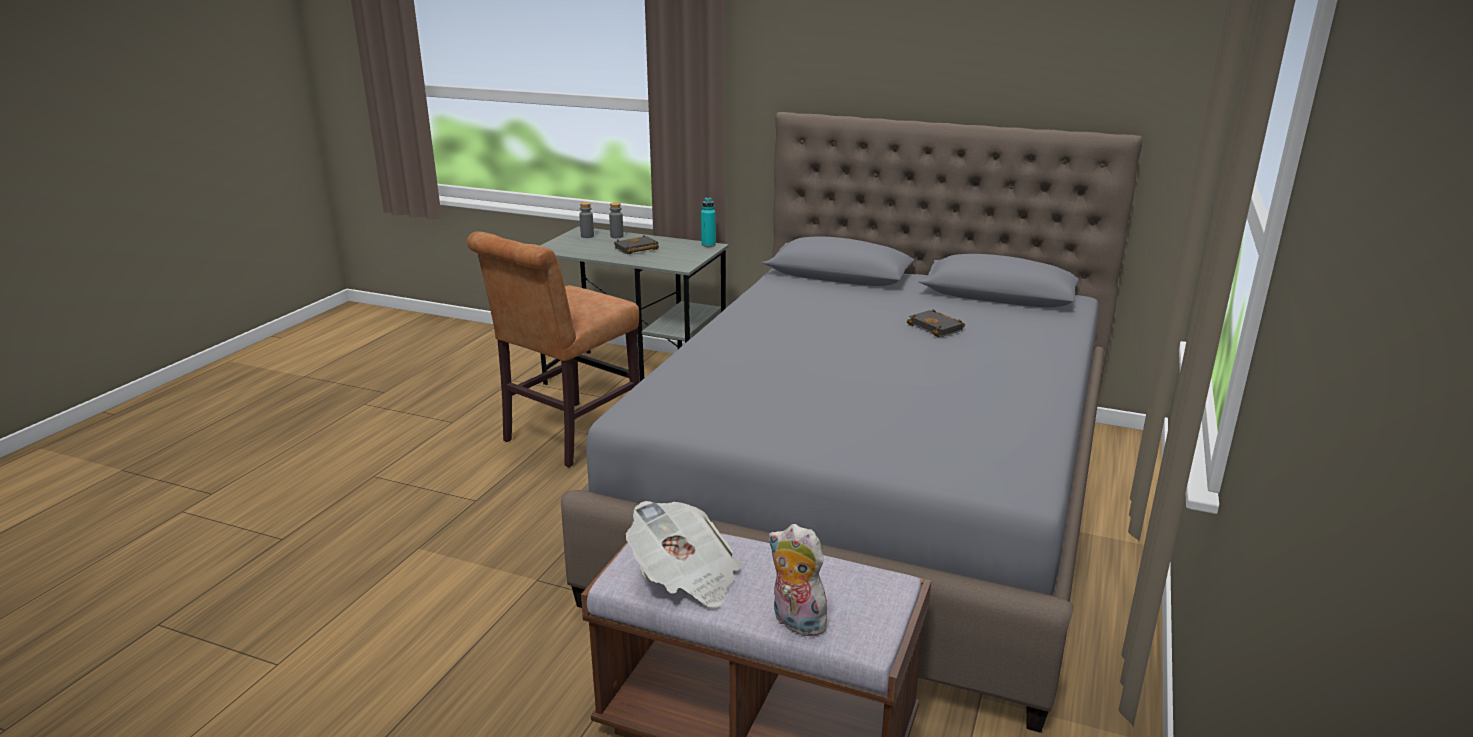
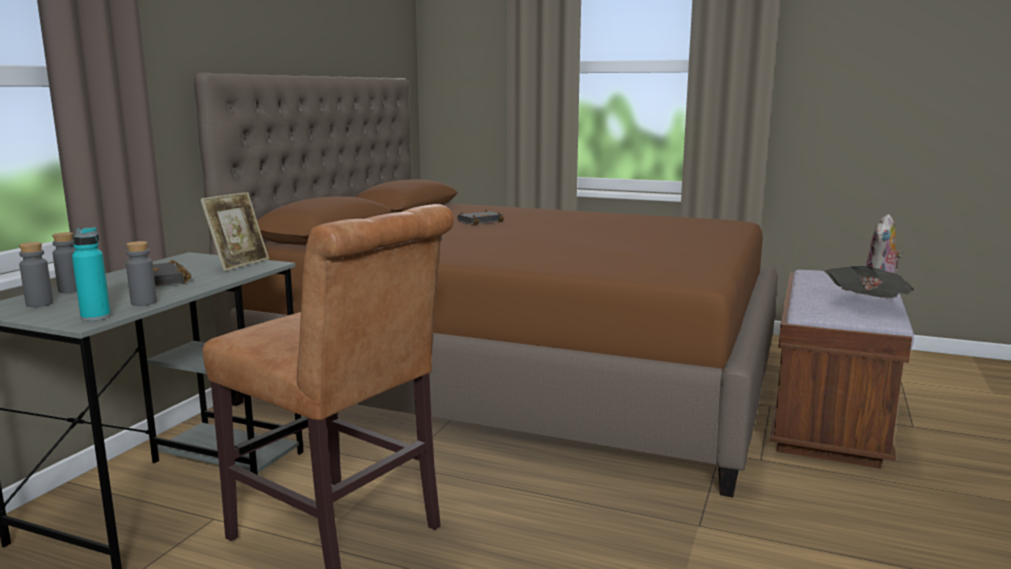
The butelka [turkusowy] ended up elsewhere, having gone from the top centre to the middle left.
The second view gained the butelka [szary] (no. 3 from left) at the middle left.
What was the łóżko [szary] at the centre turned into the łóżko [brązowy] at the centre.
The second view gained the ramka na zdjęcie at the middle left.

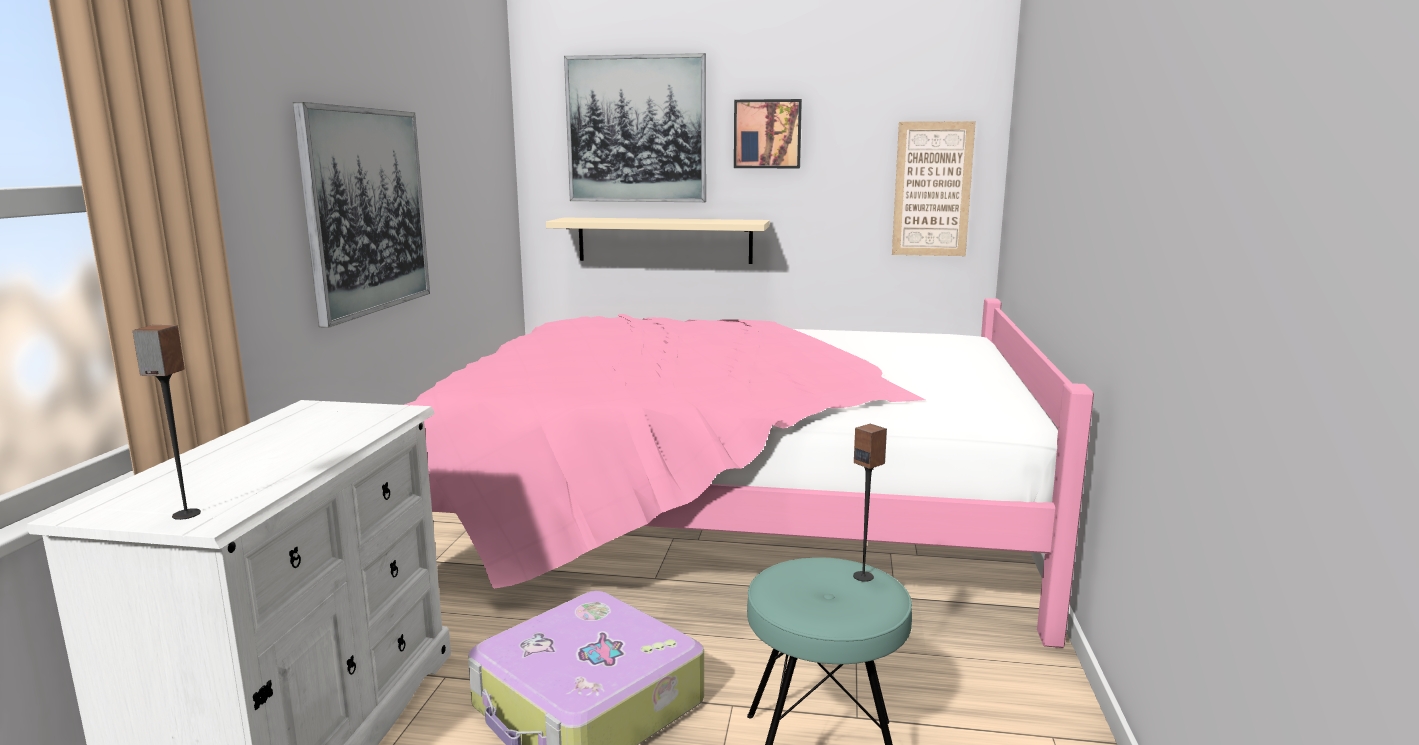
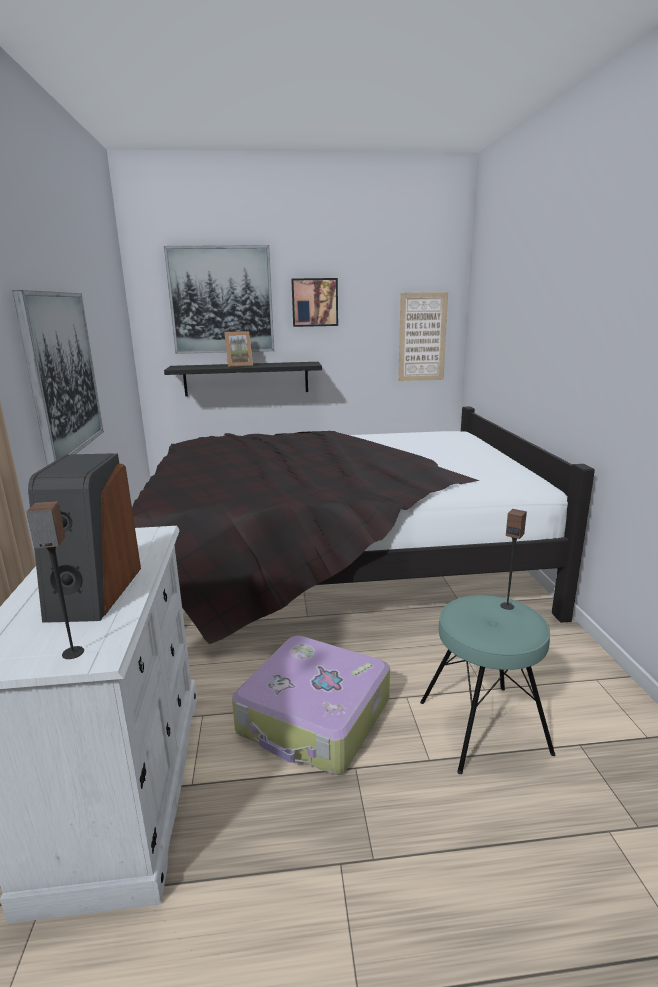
The second view gained the głośnik (no. 2 from left) at the middle left.
What was the łóżko [różowy] at the centre turned into the łóżko [czarny] at the centre.
What was the półka [beżowy] at the top centre turned into the półka [czarny] at the centre.
The second view gained the ramka na zdjęcie at the centre.

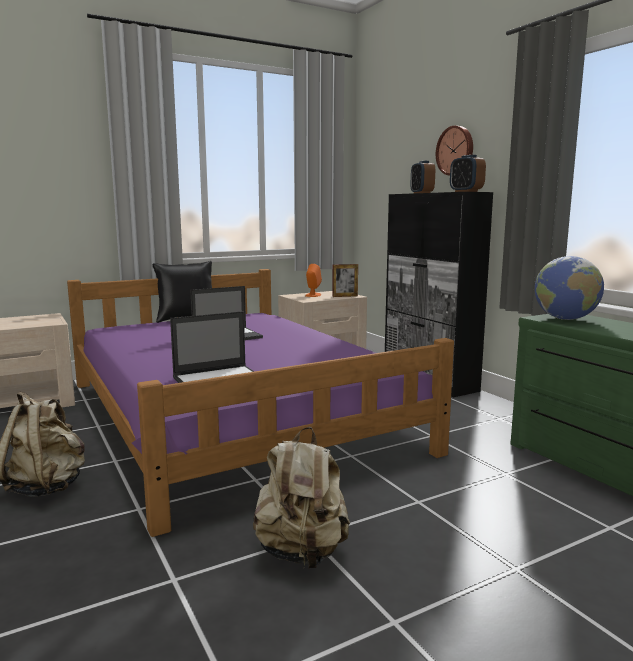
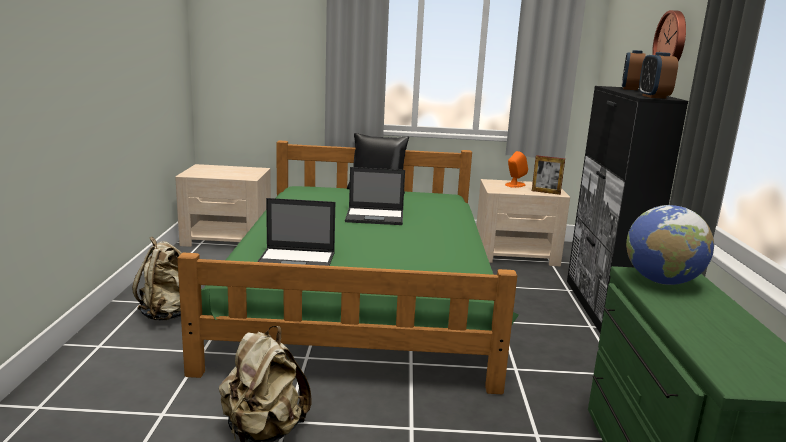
What was the łóżko [fioletowy] at the centre turned into the łóżko [zielony] at the centre.

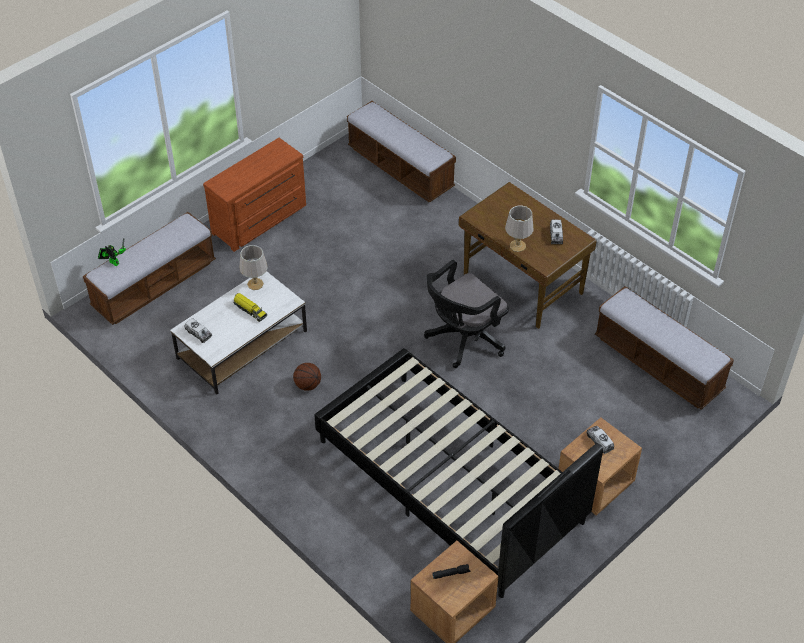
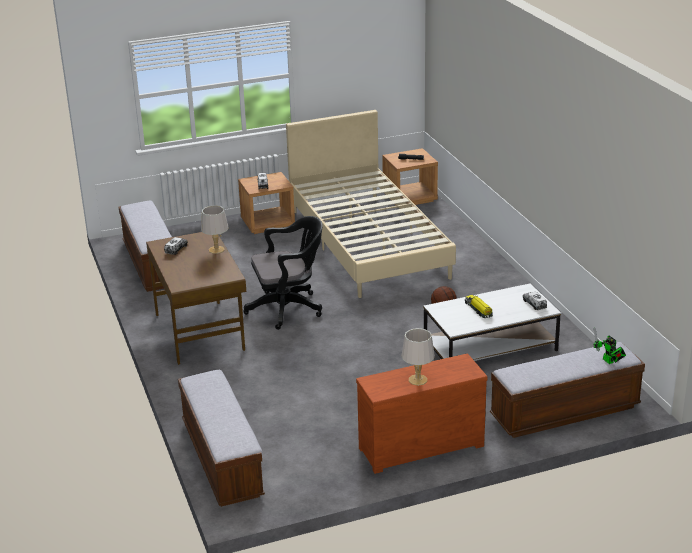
What was the łóżko [czarny] at the bottom centre turned into the łóżko [beżowy] at the centre.
The lampa stołowa [szary] (no. 1 from left in the first image) ended up elsewhere, having gone from the middle left to the centre.

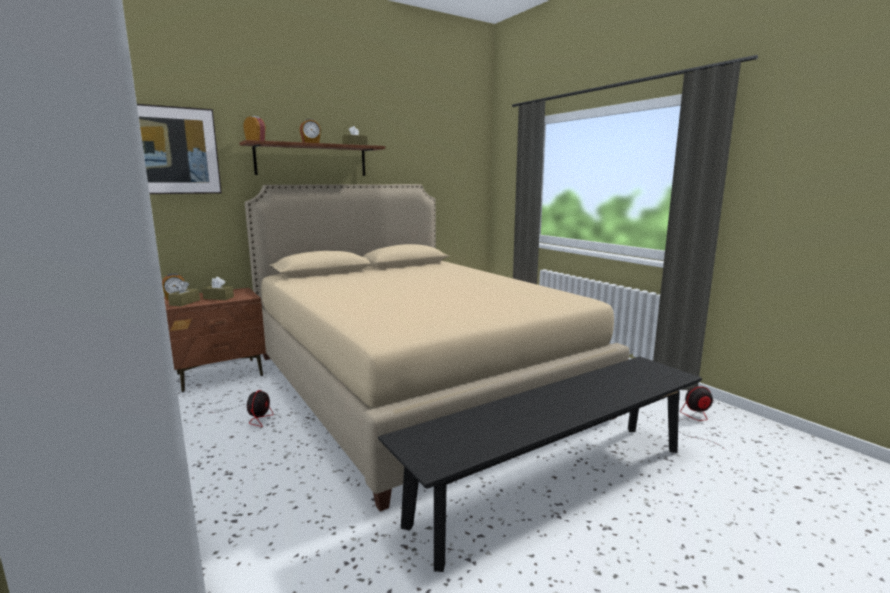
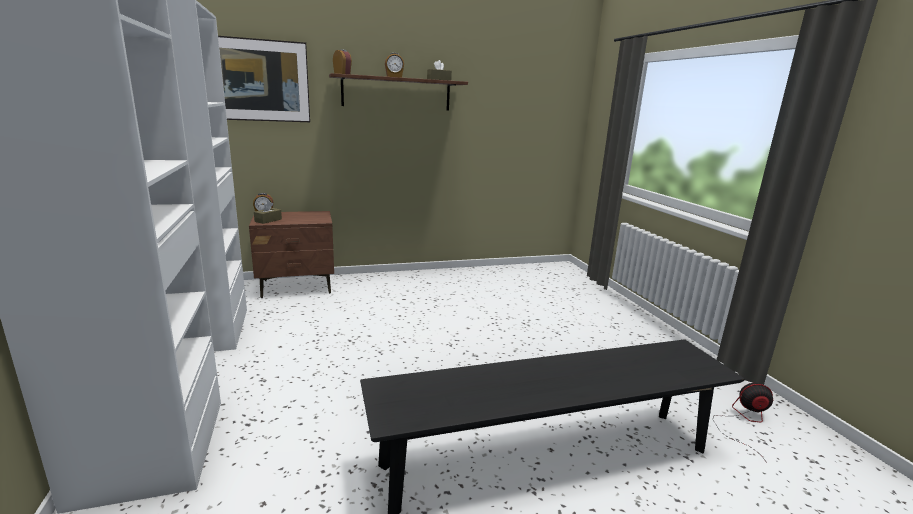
The second view lost the pudełko chusteczek [brązowy] (no. 2 from left) at the middle left.
The second view lost the wentylator (no. 1 from left) at the bottom left.
The second view lost the łóżko [beżowy] at the centre.

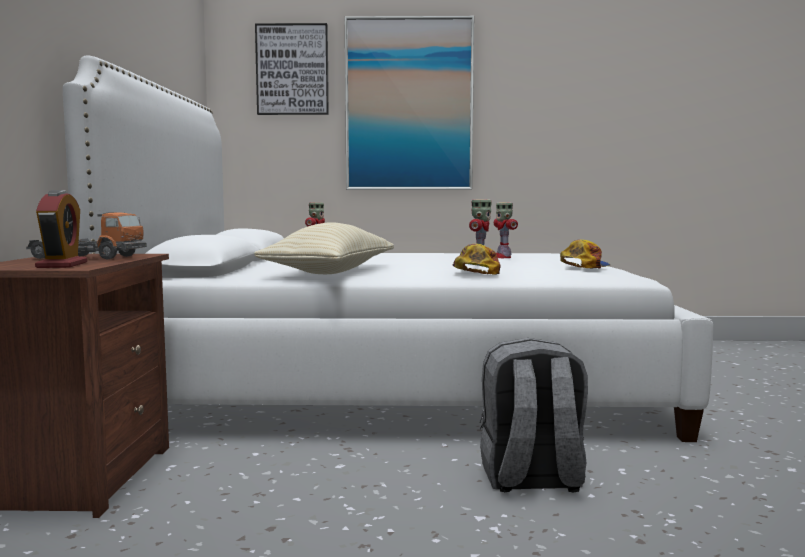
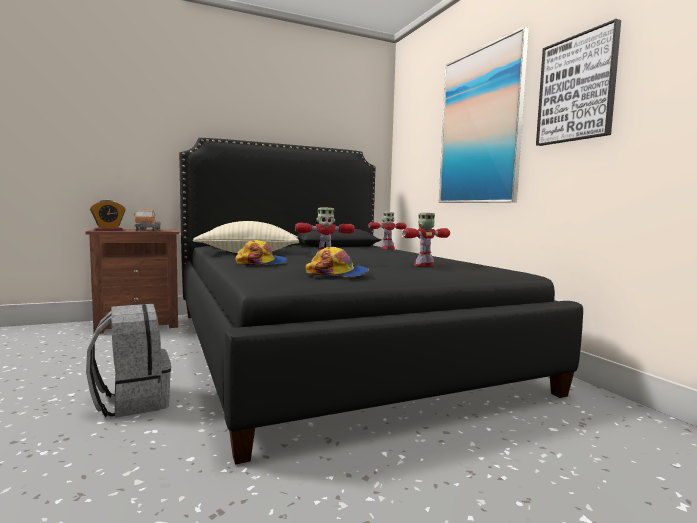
What was the łóżko [biały] at the centre turned into the łóżko [czarny] at the centre.
The obraz (no. 1 from left in the first image) ended up elsewhere, having gone from the top centre to the top right.

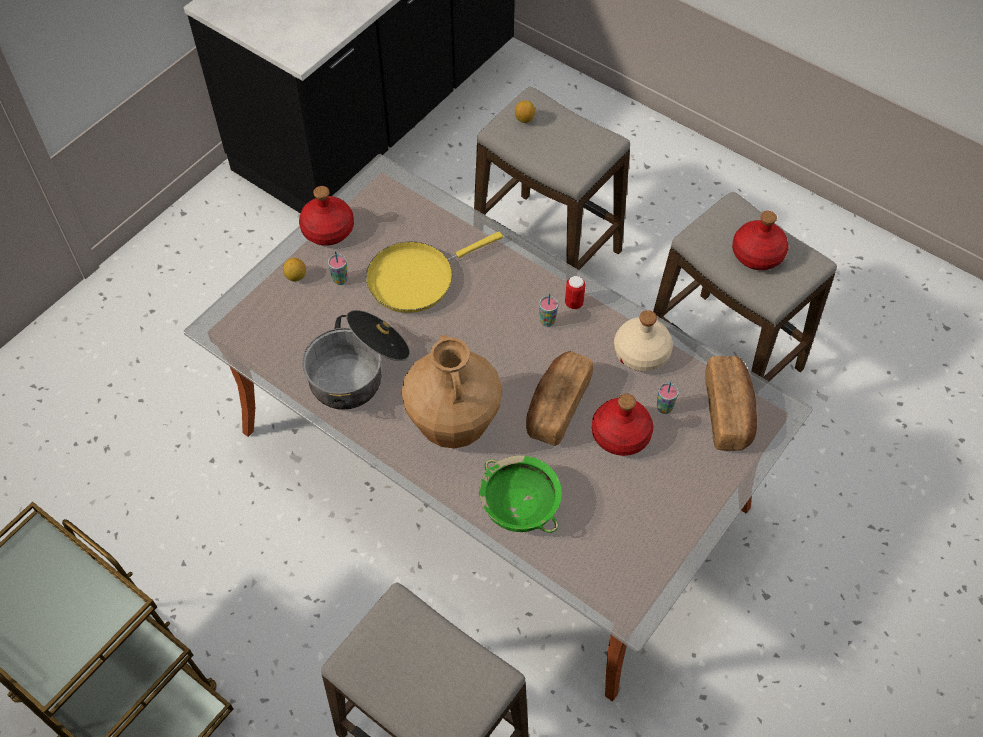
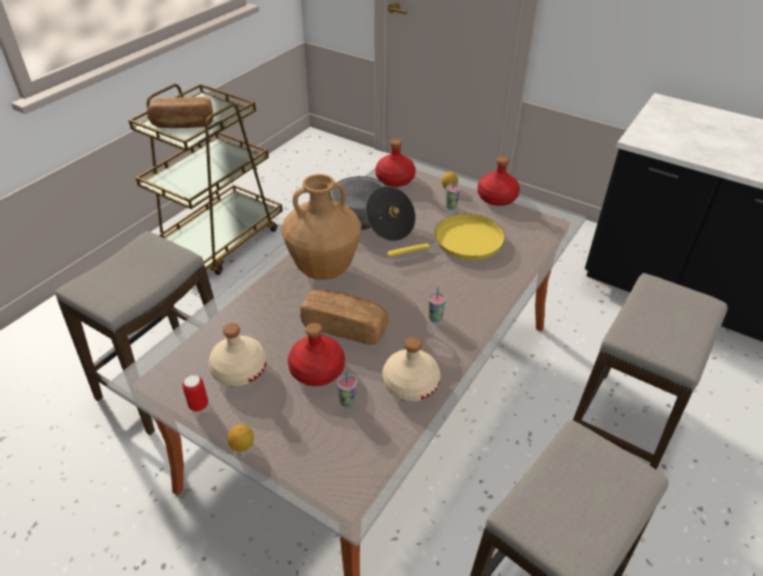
The chleb (no. 2 from left in the first image) ended up elsewhere, having gone from the middle right to the top left.
The puszka ended up elsewhere, having gone from the centre to the bottom left.
The second view gained the butelka [beżowy] (no. 1 from left) at the middle left.
The cytryna (no. 2 from left in the first image) ended up elsewhere, having gone from the top centre to the bottom left.
The butelka [czerwony] (no. 3 from left in the first image) ended up elsewhere, having gone from the top right to the top centre.
The patelnia [żółty] at the centre ended up facing another way, 105 degrees clockwise from before.
The second view lost the miska [zielony] at the bottom centre.

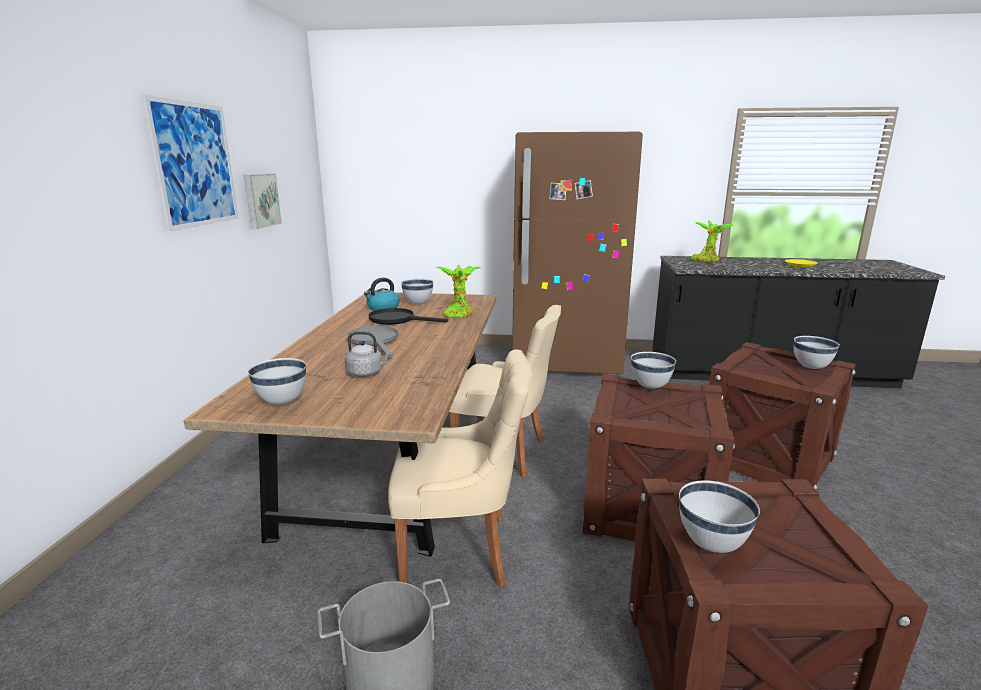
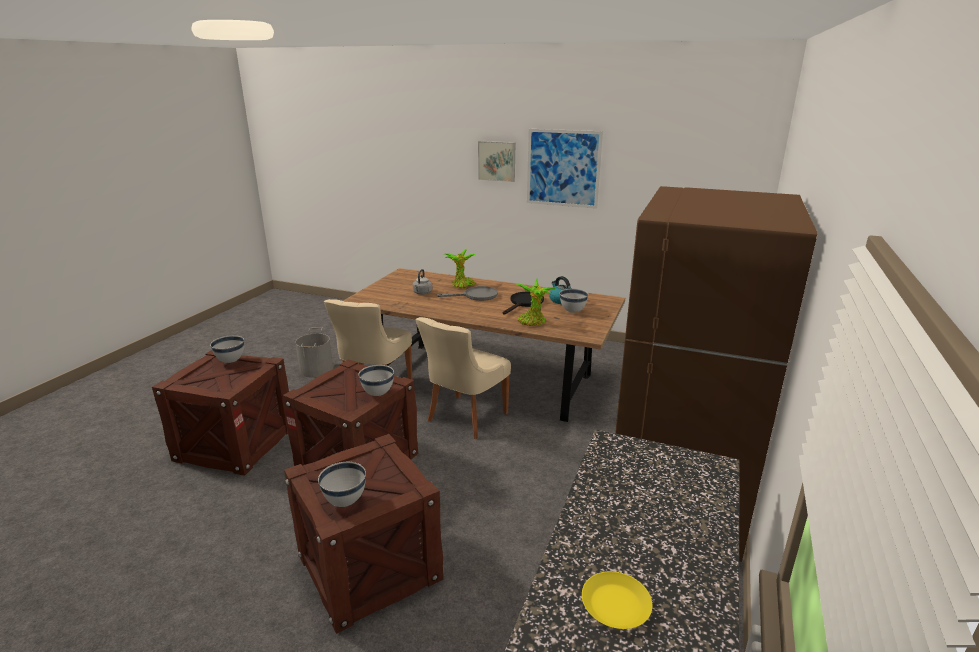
The roślina doniczkowa (no. 2 from left in the first image) ended up elsewhere, having gone from the middle right to the centre.
The obraz (no. 2 from left in the first image) ended up elsewhere, having gone from the top left to the top centre.
The second view lost the miska [biały] (no. 1 from left) at the middle left.

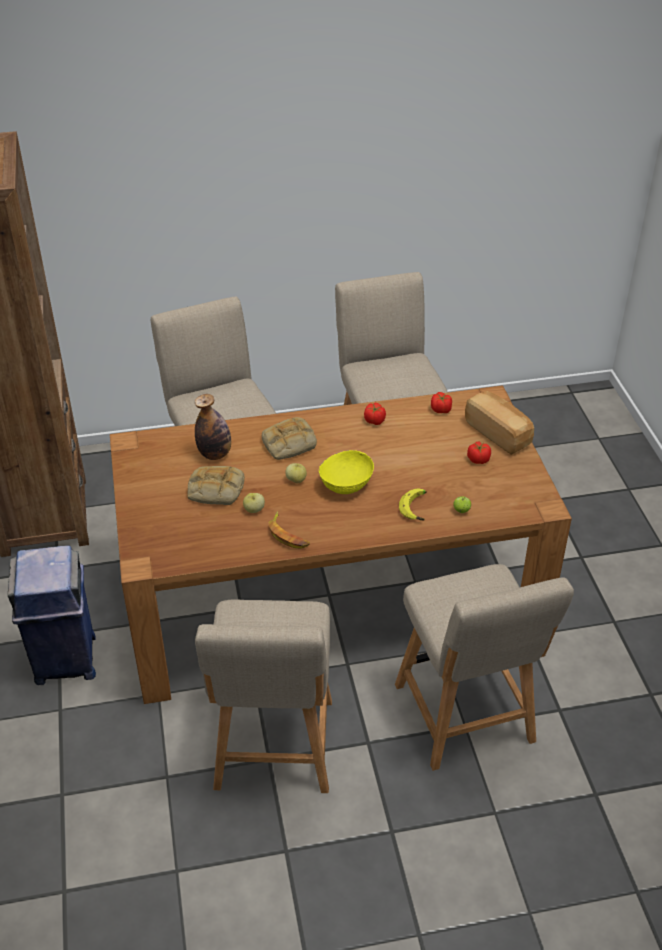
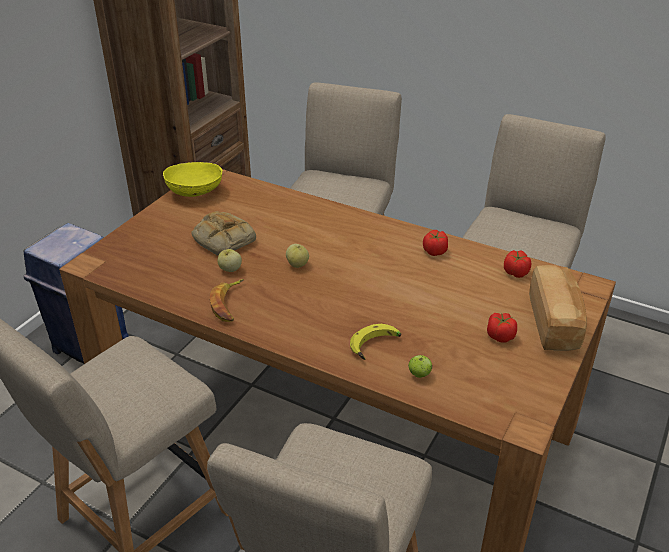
The miska [żółty] ended up elsewhere, having gone from the centre to the top left.
The second view lost the butelka at the middle left.
The second view lost the chleb (no. 2 from left) at the centre.

